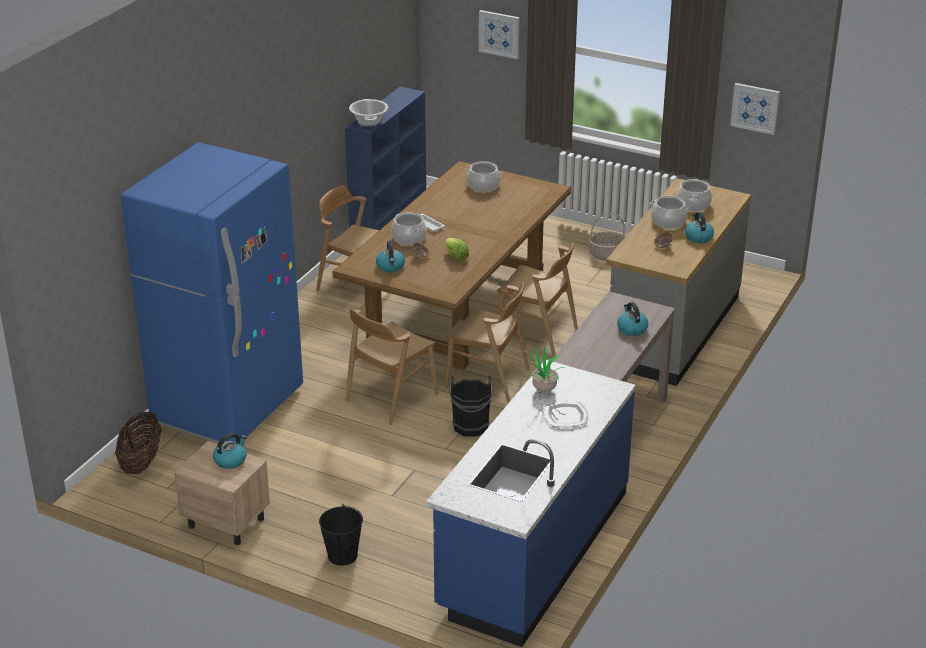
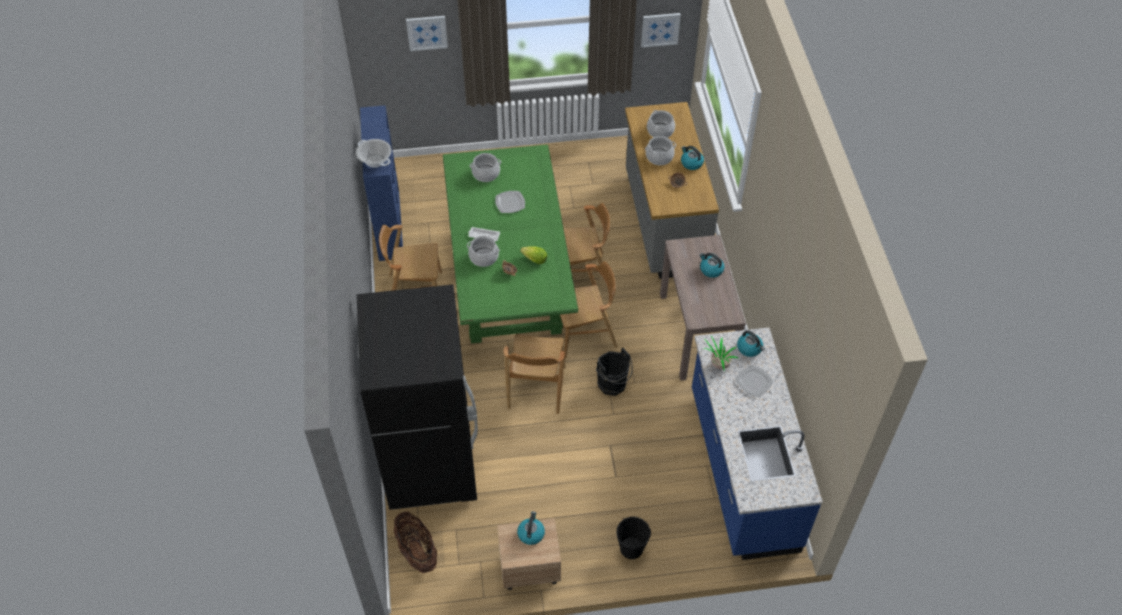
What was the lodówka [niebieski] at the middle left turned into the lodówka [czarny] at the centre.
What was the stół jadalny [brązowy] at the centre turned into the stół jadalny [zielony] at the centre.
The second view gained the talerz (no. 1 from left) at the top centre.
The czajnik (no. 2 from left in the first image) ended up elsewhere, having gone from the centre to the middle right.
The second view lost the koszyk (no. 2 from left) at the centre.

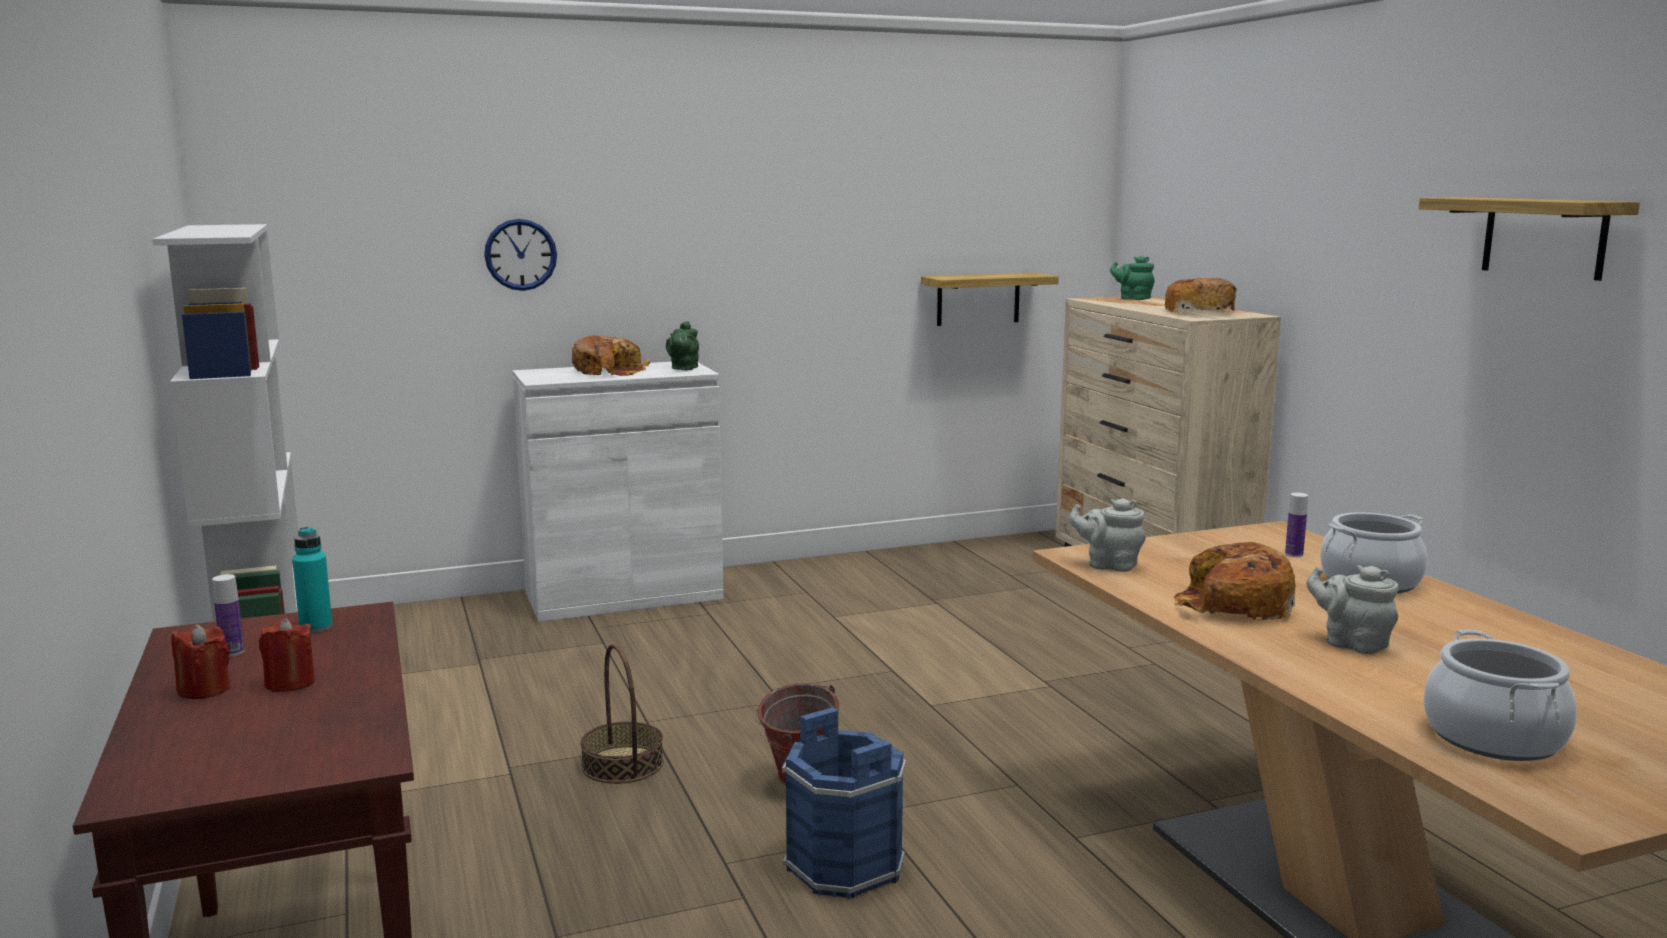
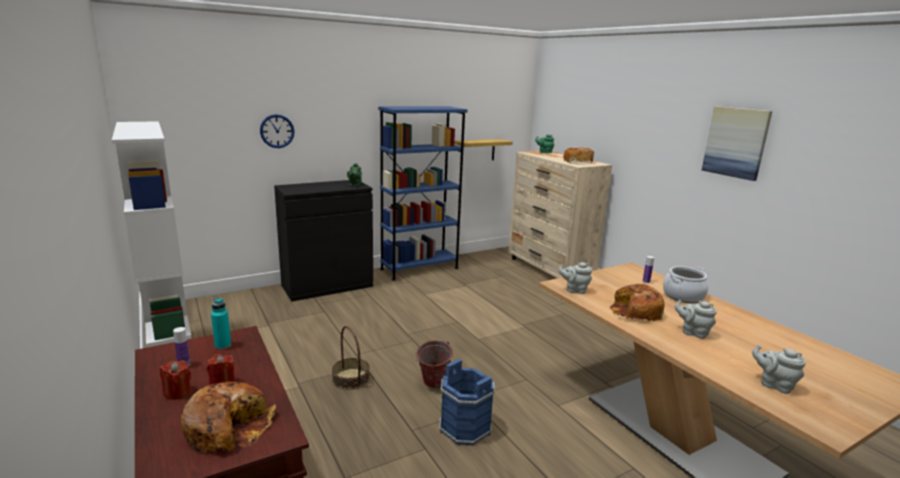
The chleb (no. 1 from left) ended up elsewhere, having gone from the centre to the bottom left.
What was the szafka [biały] at the centre turned into the szafka [czarny] at the centre.
The second view gained the regał [niebieski] at the centre.
Where the półka (no. 2 from left) hung at the top right, the obraz came to hang at the top right.
Where the garnek (no. 2 from left) stood at the bottom right, the imbryk [szary] (no. 3 from left) came to stand at the bottom right.

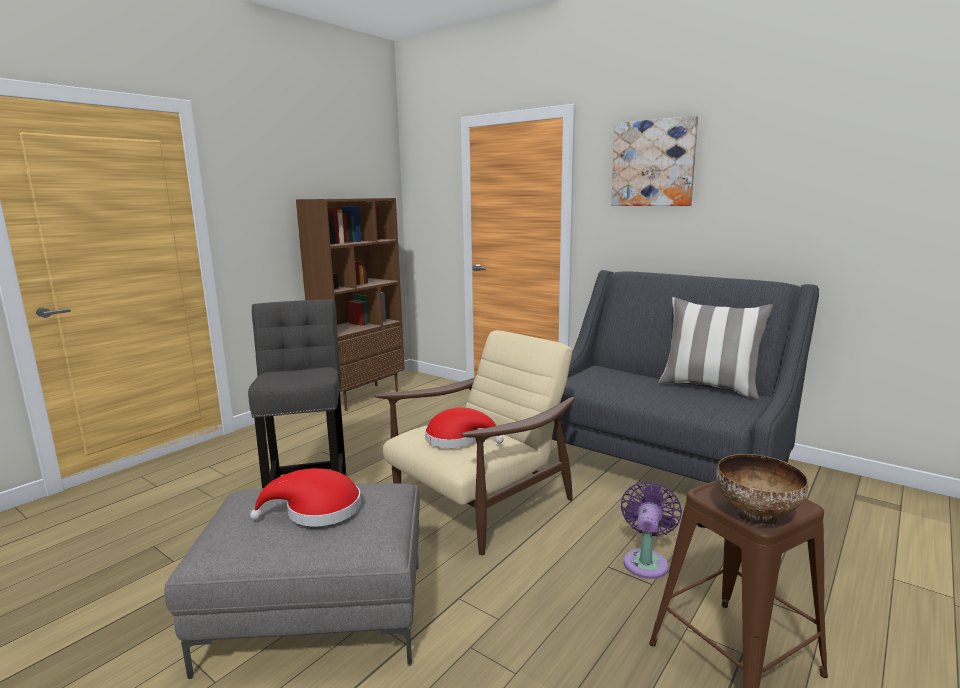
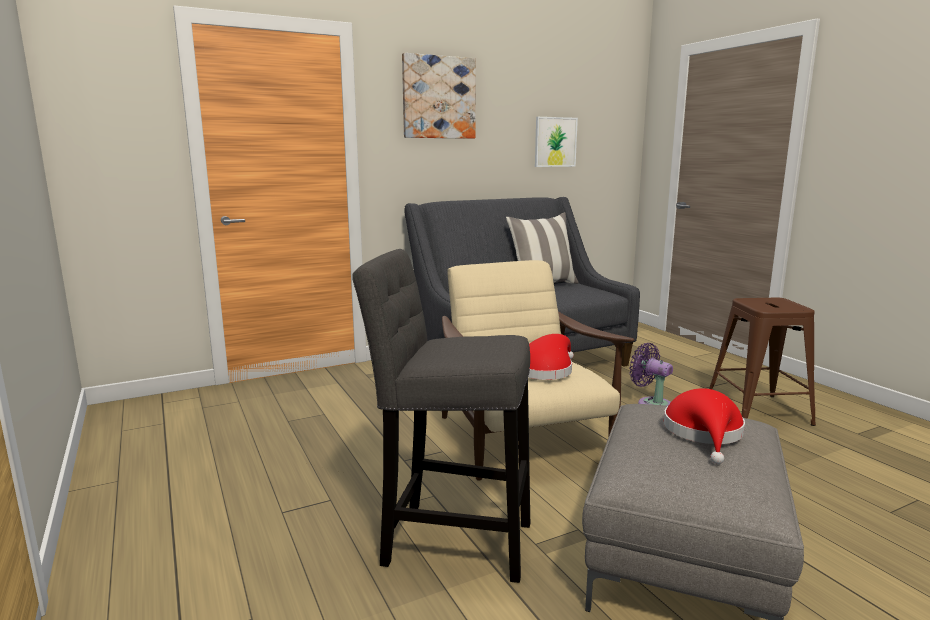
The second view gained the obraz (no. 2 from left) at the top centre.
The second view lost the regał [brązowy] at the centre.
The second view lost the miska at the bottom right.

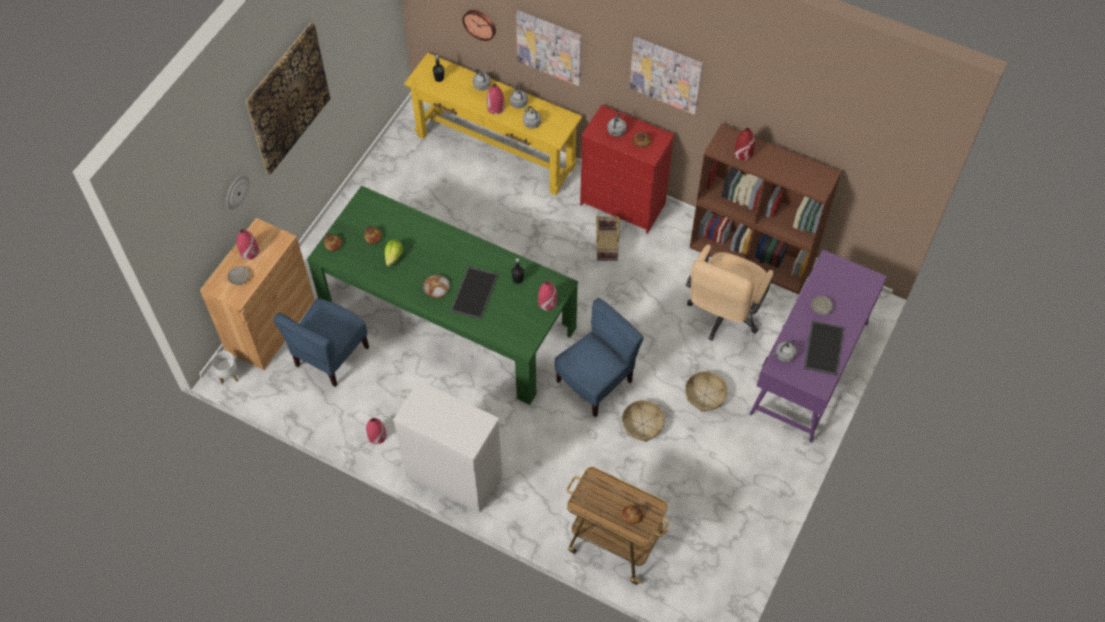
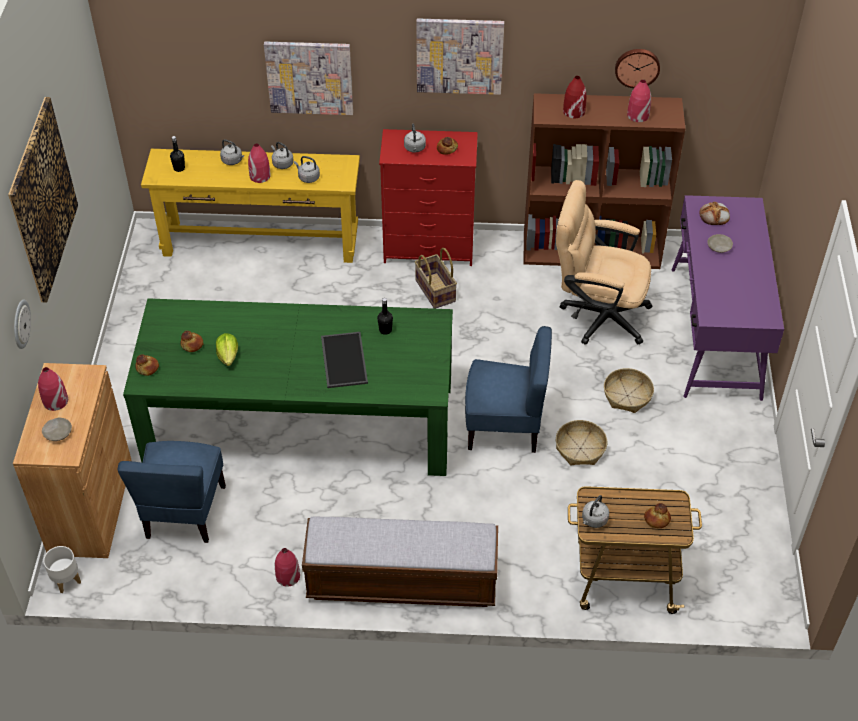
Where the komoda [biały] stood at the bottom centre, the ławka came to stand at the bottom centre.
The krzesło [niebieski] (no. 2 from left) at the centre ended up facing another way, 75 degrees clockwise from before.
The krzesło biurowe [beżowy] at the centre ended up facing another way, 105 degrees clockwise from before.
The czajnik [szary] (no. 5 from left) ended up elsewhere, having gone from the middle right to the bottom right.
The zegar ścienny (no. 2 from left) ended up elsewhere, having gone from the top centre to the top right.
The wazon [czerwony] (no. 4 from left in the first image) ended up elsewhere, having gone from the centre to the top right.
The chleb (no. 3 from left in the first image) ended up elsewhere, having gone from the centre to the top right.
The second view lost the taca (no. 2 from left) at the middle right.

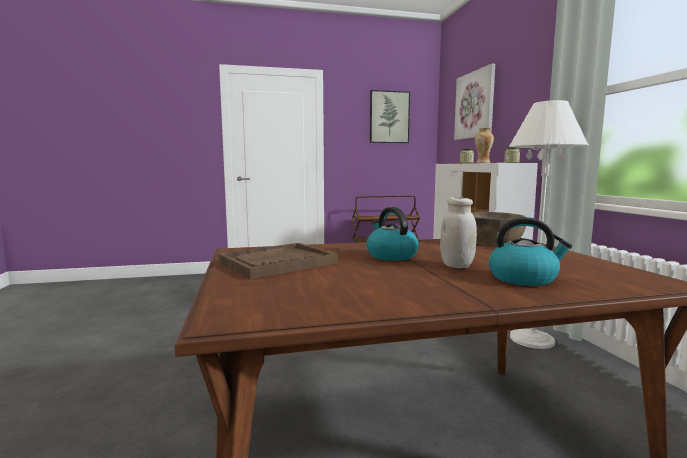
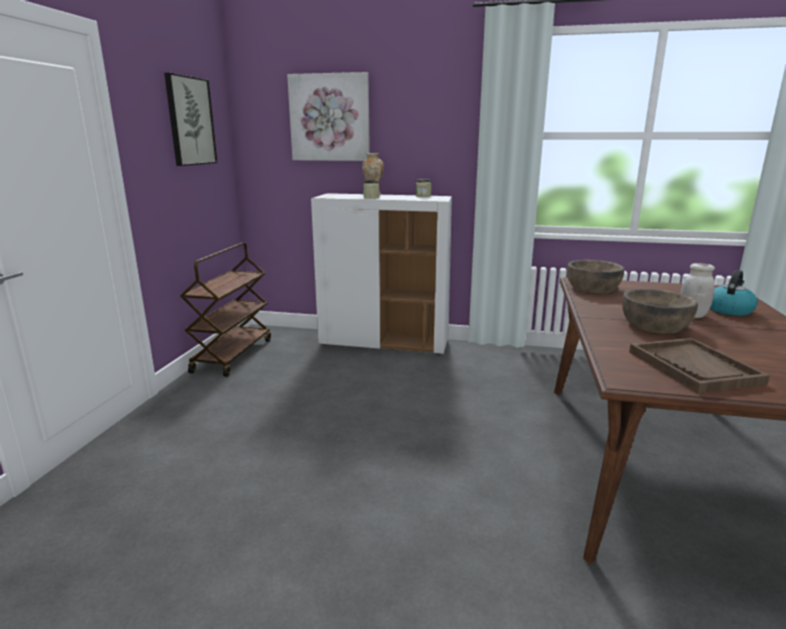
Where the czajnik (no. 1 from left) stood at the centre, the miska [brązowy] (no. 2 from left) came to stand at the middle right.
The second view lost the lampa stojąca [biały] at the middle right.

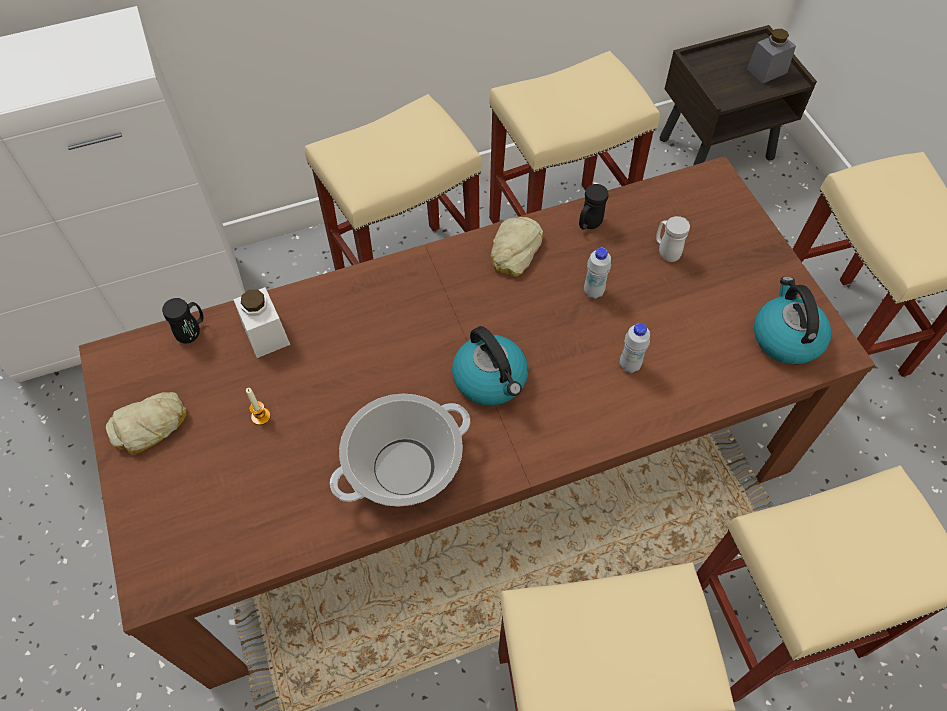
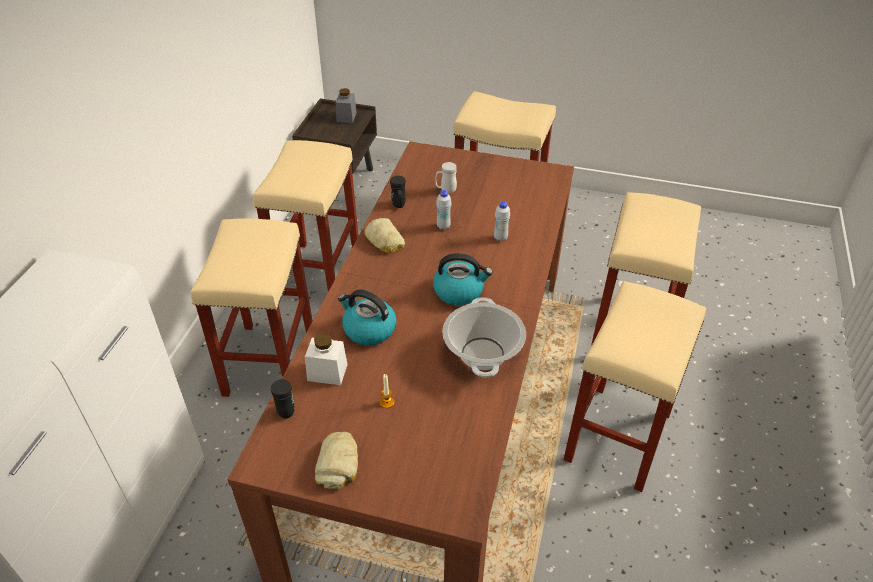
The czajnik (no. 2 from left in the first image) ended up elsewhere, having gone from the middle right to the centre.

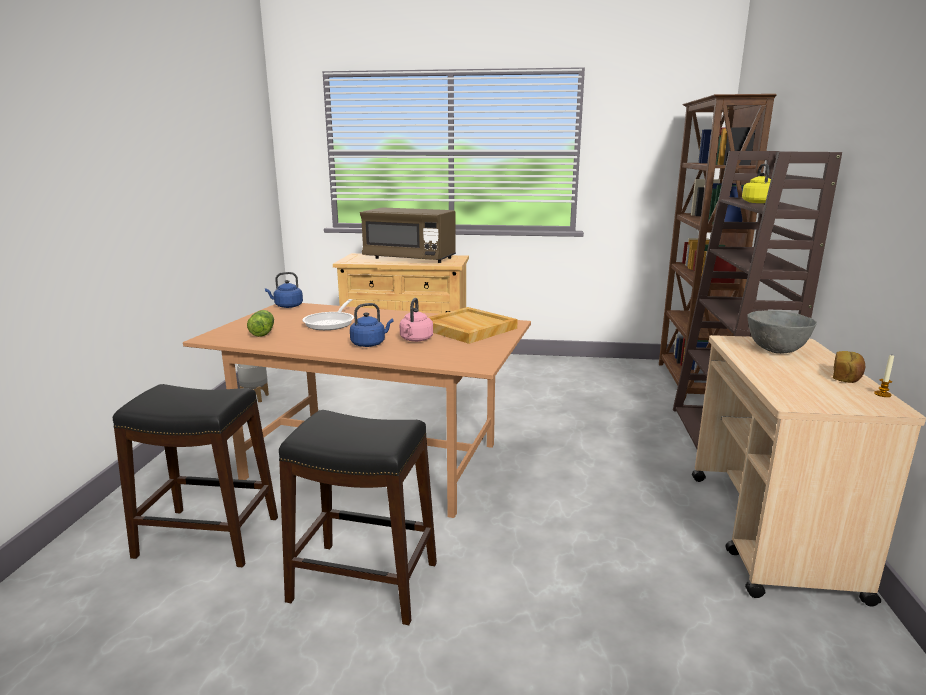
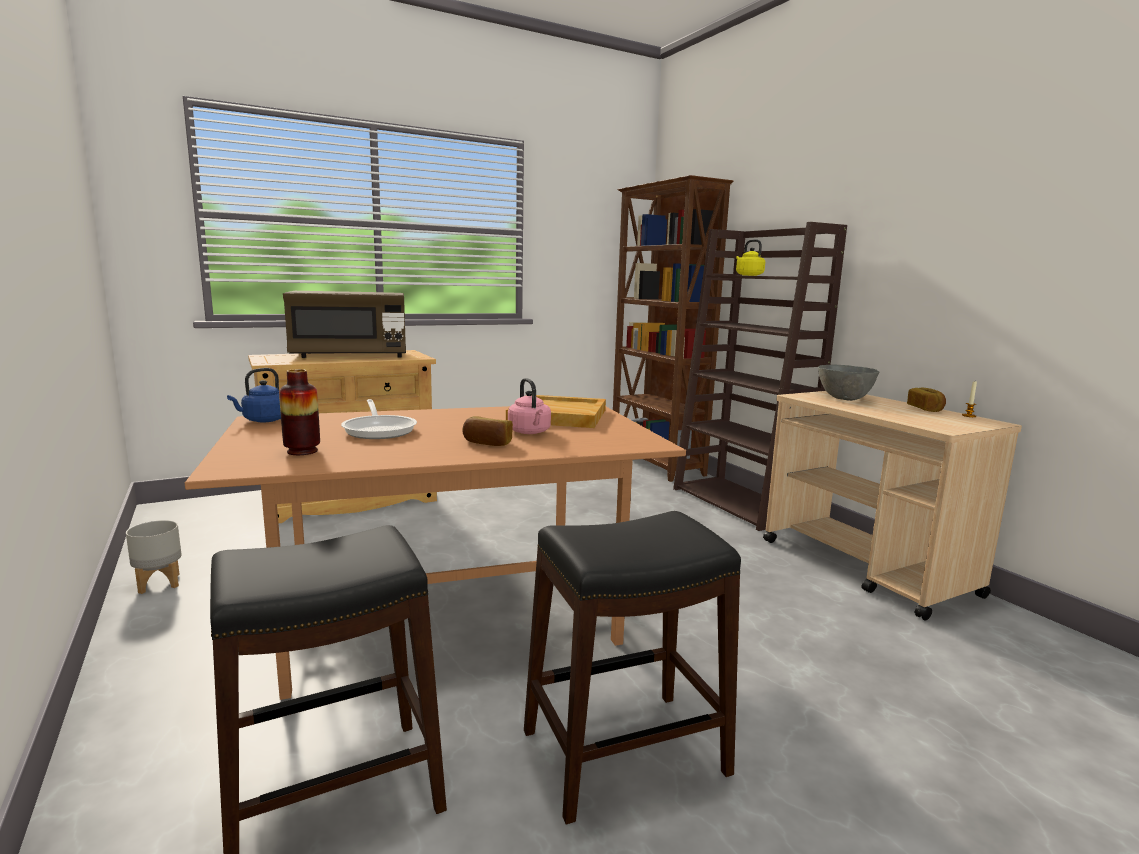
Where the sałata stood at the middle left, the wazon came to stand at the middle left.
Where the czajnik [niebieski] (no. 2 from left) stood at the centre, the chleb (no. 1 from left) came to stand at the centre.

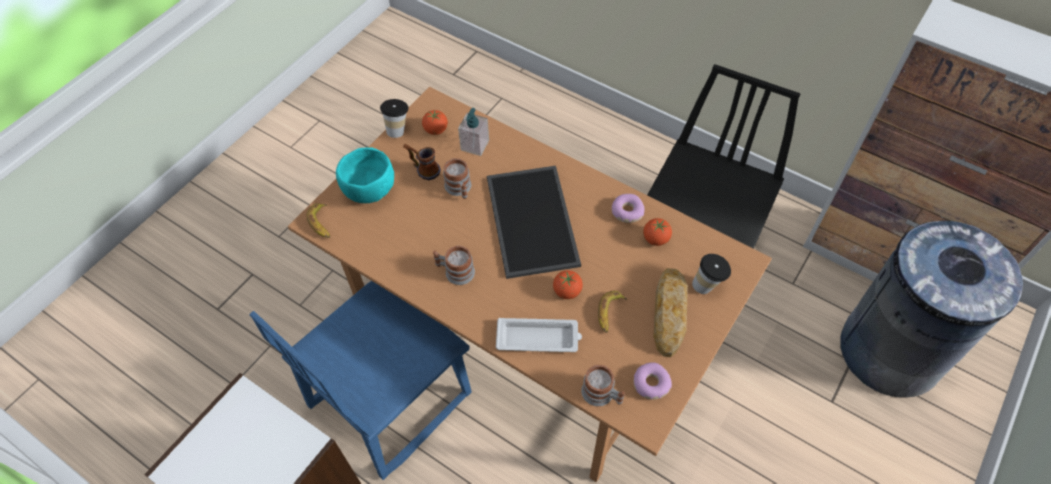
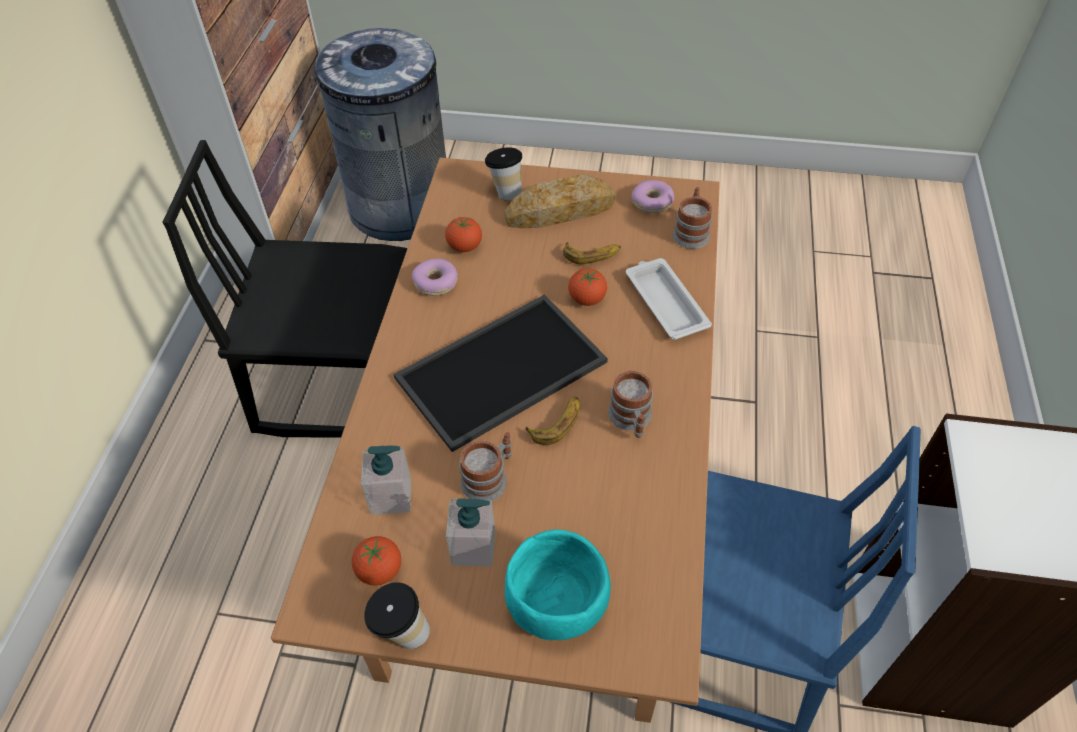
Where the kubek (no. 1 from left) stood at the centre, the dozownik mydła (no. 2 from left) came to stand at the bottom centre.
The banan (no. 1 from left) ended up elsewhere, having gone from the middle left to the centre.

